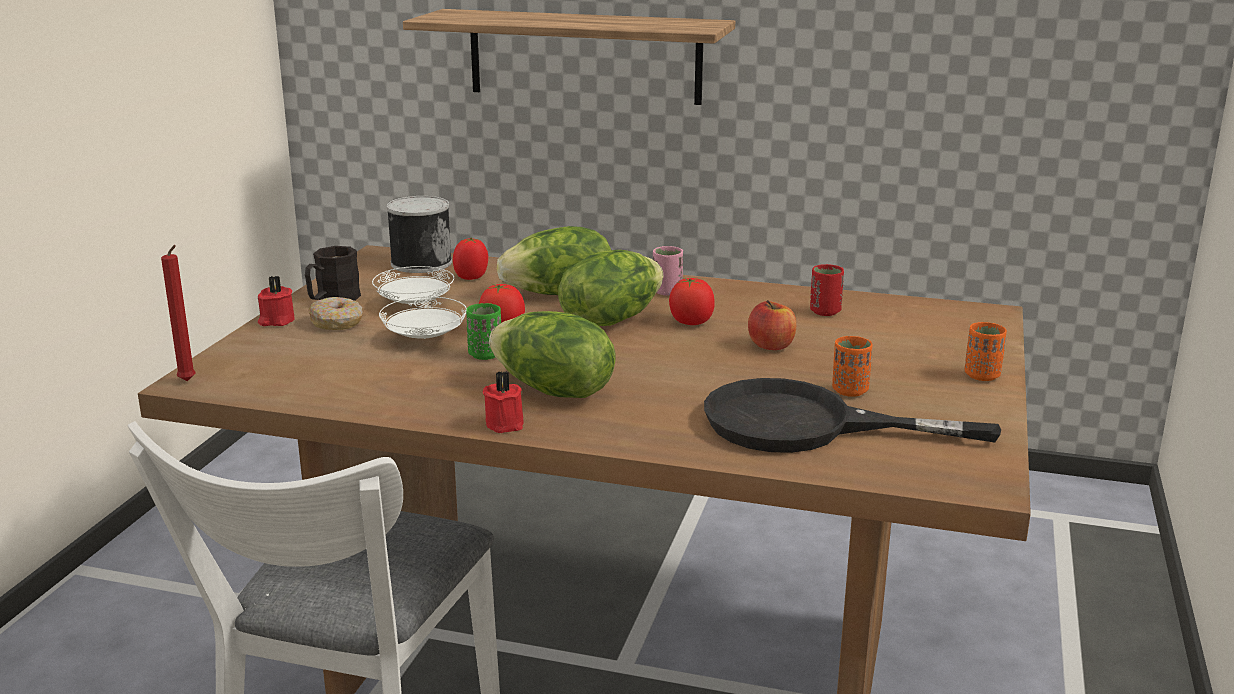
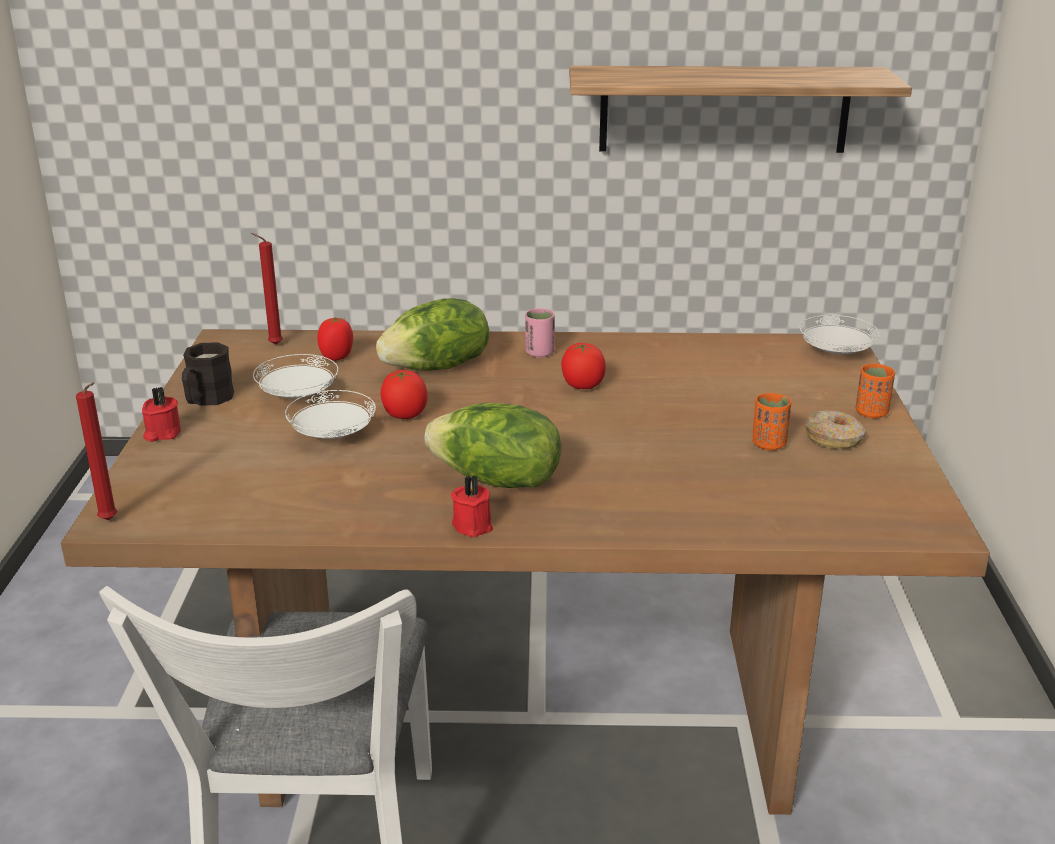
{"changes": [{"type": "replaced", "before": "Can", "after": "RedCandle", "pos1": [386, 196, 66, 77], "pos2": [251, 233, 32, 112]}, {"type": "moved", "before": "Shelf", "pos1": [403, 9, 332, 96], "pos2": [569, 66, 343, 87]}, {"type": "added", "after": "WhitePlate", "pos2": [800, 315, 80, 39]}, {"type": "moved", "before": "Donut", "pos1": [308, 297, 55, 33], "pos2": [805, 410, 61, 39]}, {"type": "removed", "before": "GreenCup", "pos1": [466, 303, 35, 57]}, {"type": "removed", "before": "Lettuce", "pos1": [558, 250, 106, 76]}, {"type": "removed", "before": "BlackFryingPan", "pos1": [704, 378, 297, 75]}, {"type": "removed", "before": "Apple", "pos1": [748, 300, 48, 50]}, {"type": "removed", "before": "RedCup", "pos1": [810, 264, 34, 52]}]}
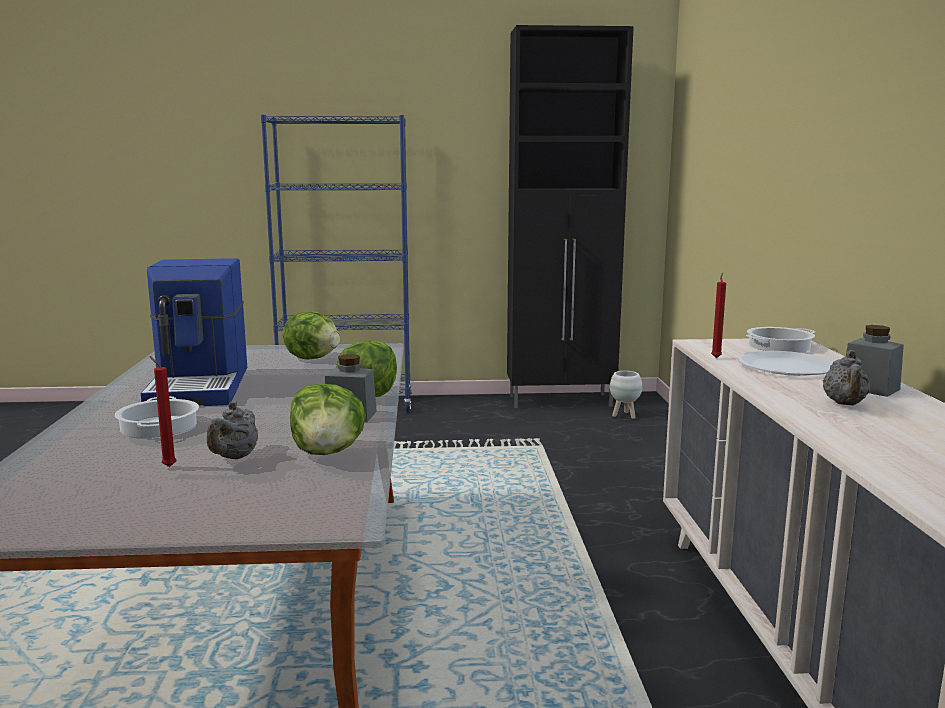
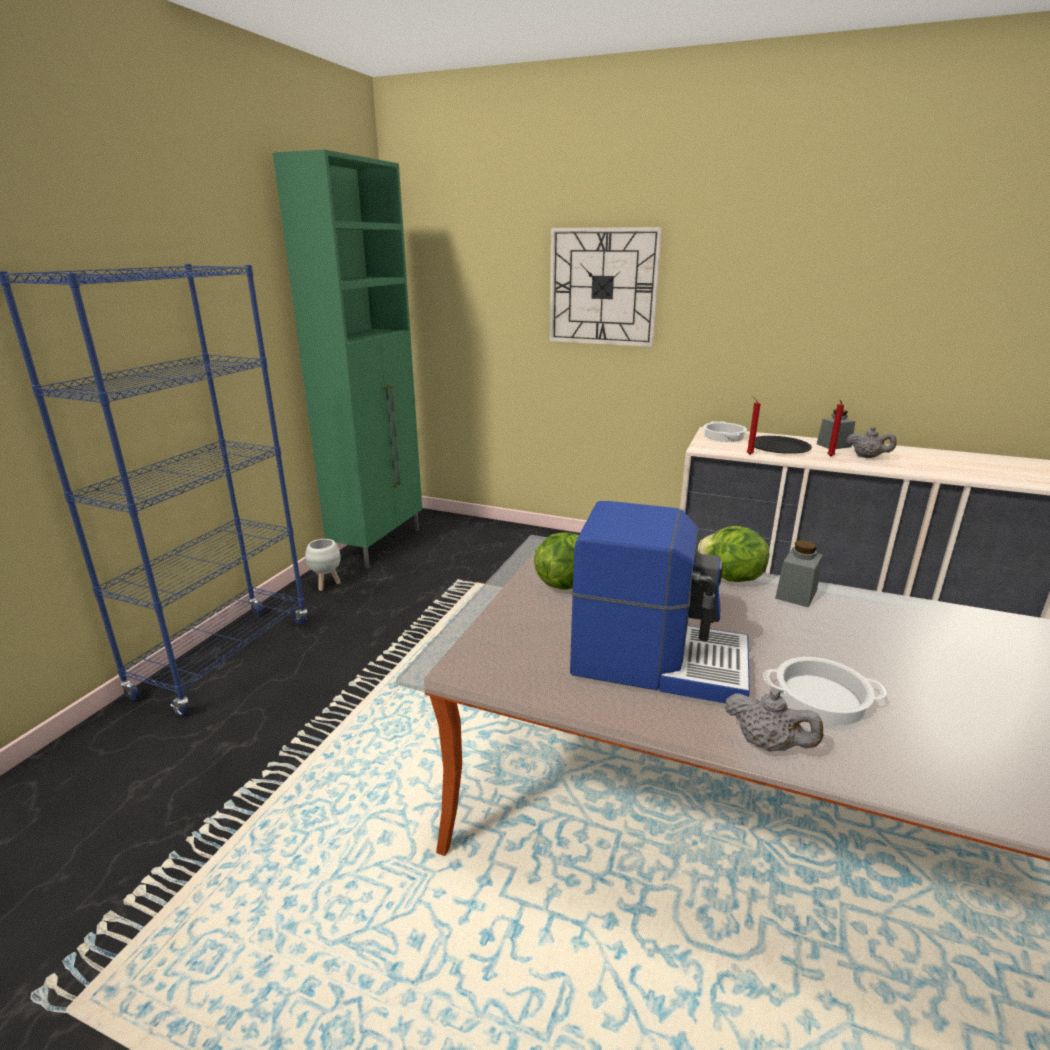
{"changes": [{"type": "recoloured", "before": "BlackCabinet", "after": "GreenCabinet", "pos1": [507, 25, 127, 383], "pos2": [273, 150, 149, 419]}, {"type": "moved", "before": "WhitePlanter", "pos1": [610, 371, 32, 48], "pos2": [305, 539, 36, 52]}, {"type": "added", "after": "WallClock", "pos2": [549, 227, 113, 120]}, {"type": "moved", "before": "GreyTeapot", "pos1": [207, 401, 51, 58], "pos2": [724, 688, 99, 64]}, {"type": "recoloured", "before": "WhitePlate", "after": "BlackPlate", "pos1": [738, 351, 96, 25], "pos2": [748, 436, 64, 18]}, {"type": "moved", "before": "RedCandle", "pos1": [149, 356, 27, 111], "pos2": [828, 400, 16, 57]}, {"type": "removed", "before": "Lettuce", "pos1": [290, 383, 76, 72]}]}
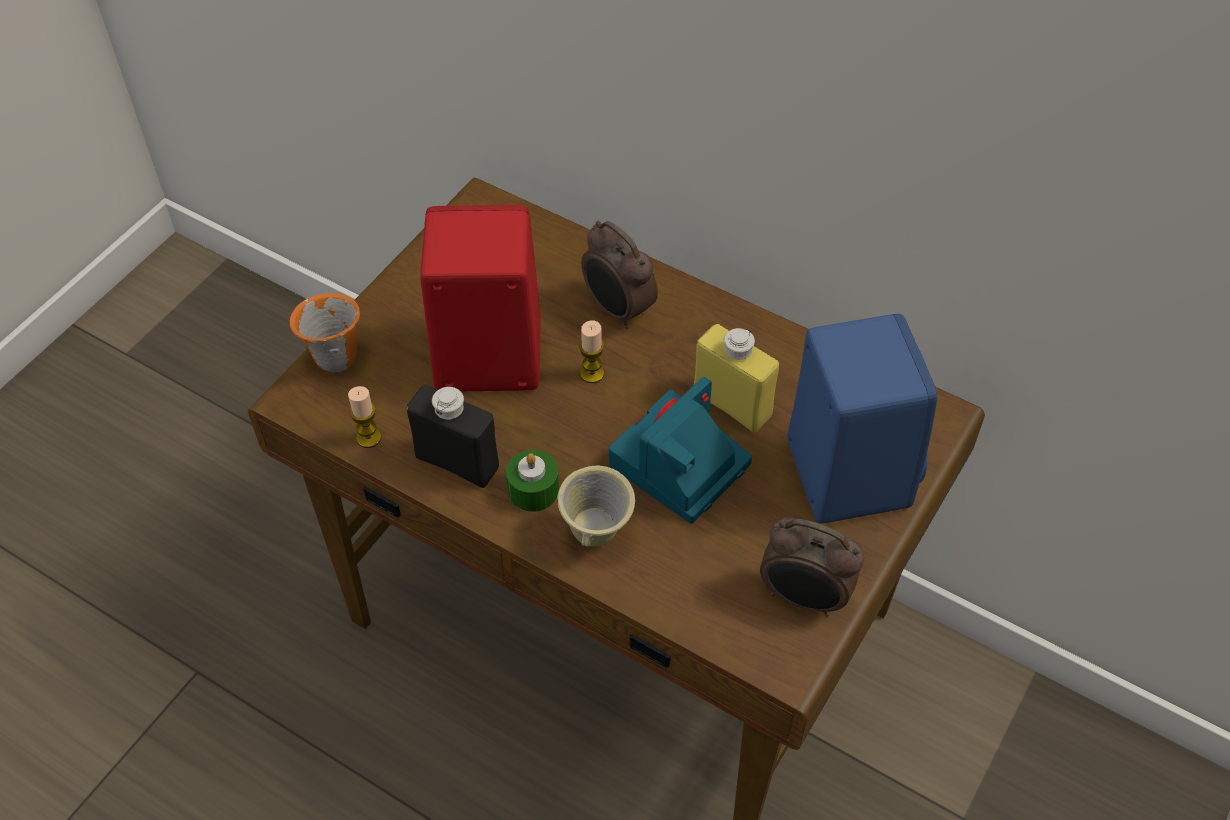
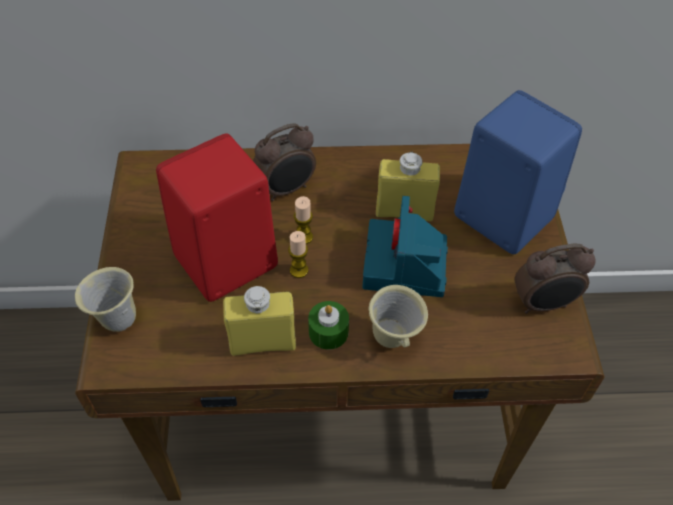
{"changes": [{"type": "recoloured", "before": "OrangeMug", "after": "BeigeMug", "pos1": [289, 293, 71, 80], "pos2": [75, 267, 61, 65]}, {"type": "recoloured", "before": "BlackBottle", "after": "YellowBottle", "pos1": [407, 385, 92, 103], "pos2": [223, 286, 73, 70]}, {"type": "turned", "before": "AlarmClock", "pos1": [581, 221, 77, 108], "pos2": [253, 123, 63, 78], "turn": -45}, {"type": "moved", "before": "Candle", "pos1": [348, 386, 33, 62], "pos2": [288, 231, 20, 47]}]}
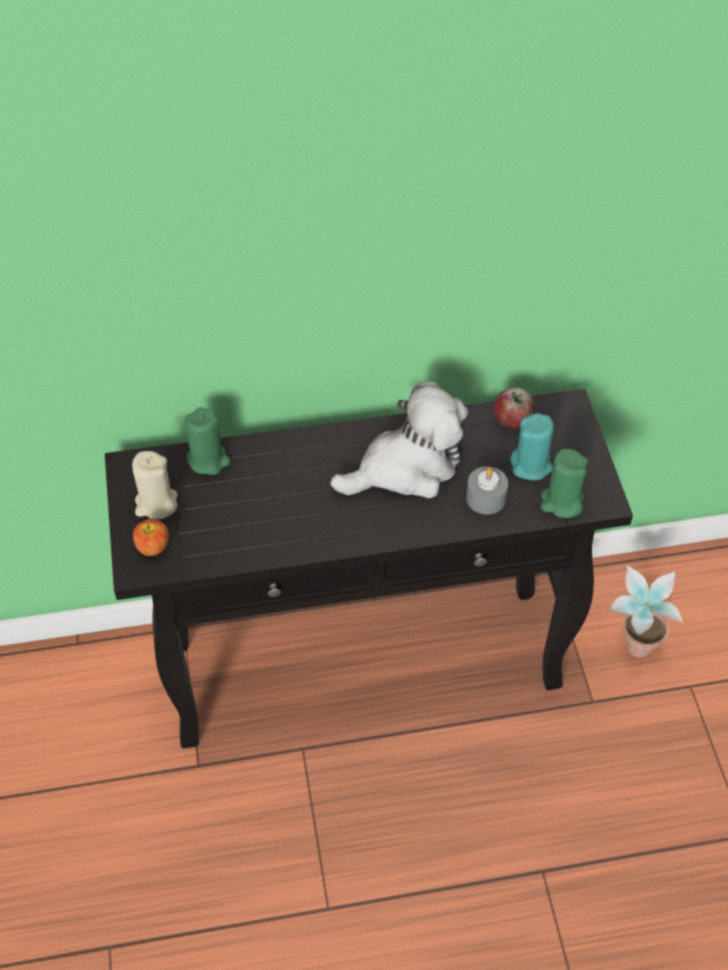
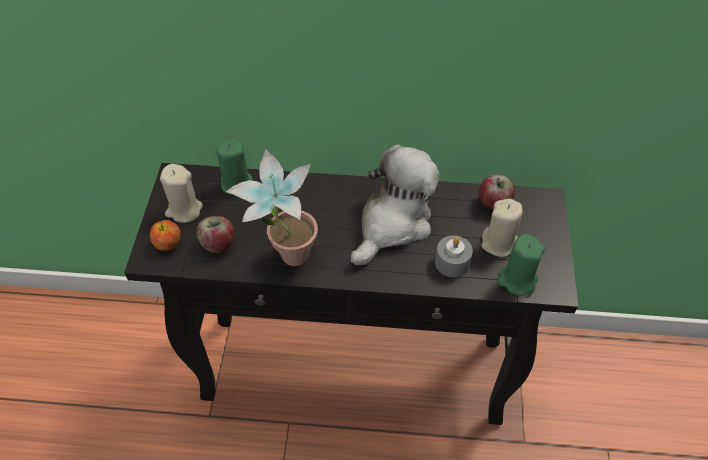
{"changes": [{"type": "added", "after": "Apple", "pos2": [196, 216, 38, 37]}, {"type": "moved", "before": "PottedPlant", "pos1": [610, 566, 73, 91], "pos2": [225, 149, 93, 117]}, {"type": "turned", "before": "PlushToy", "pos1": [330, 381, 138, 117], "pos2": [351, 144, 88, 121], "turn": -45}, {"type": "recoloured", "before": "TurquoiseCandle", "after": "BeigeCandle", "pos1": [510, 413, 44, 67], "pos2": [481, 199, 42, 58]}]}
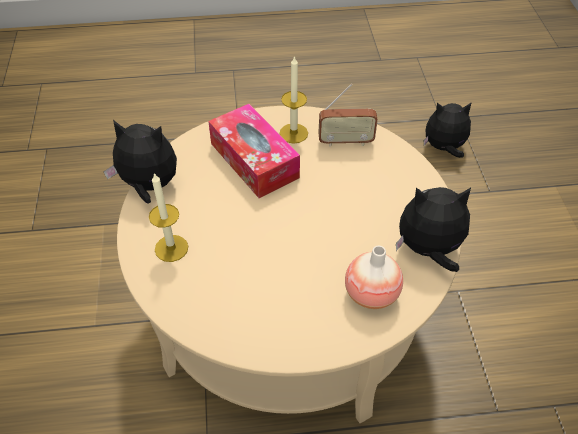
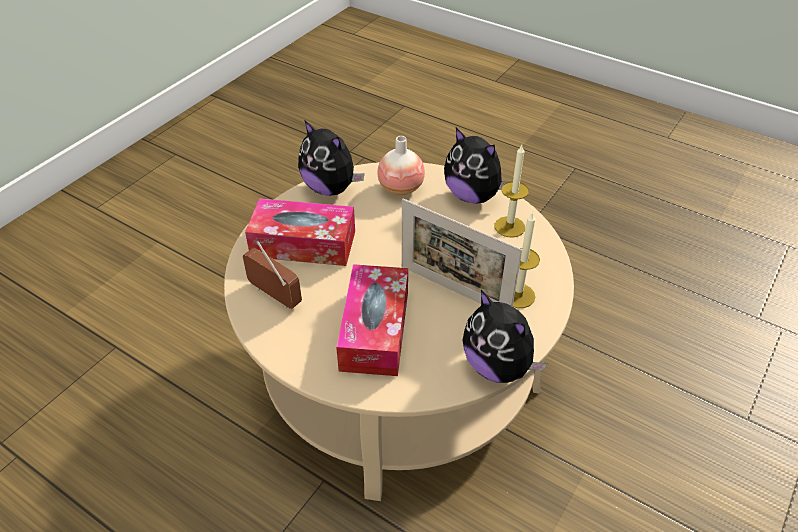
{"changes": [{"type": "added", "after": "TissueBox", "pos2": [245, 198, 110, 68]}, {"type": "added", "after": "PictureFrame", "pos2": [402, 199, 120, 108]}, {"type": "moved", "before": "PlushToy", "pos1": [424, 102, 48, 56], "pos2": [444, 128, 67, 76]}, {"type": "moved", "before": "Candle", "pos1": [280, 56, 28, 88], "pos2": [495, 145, 34, 93]}]}
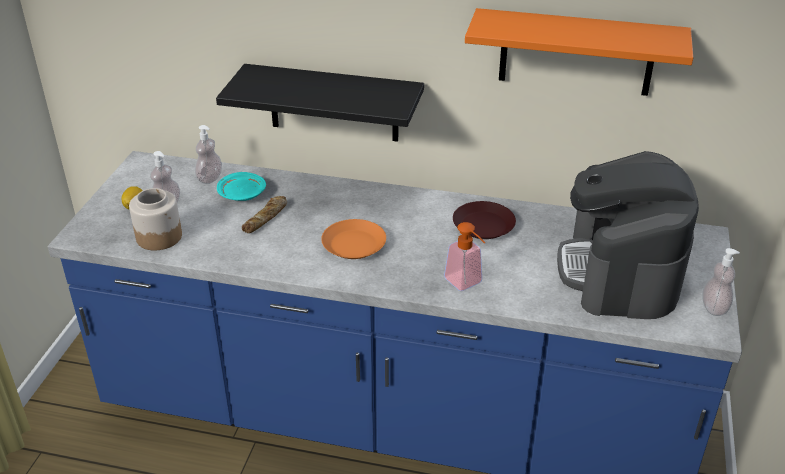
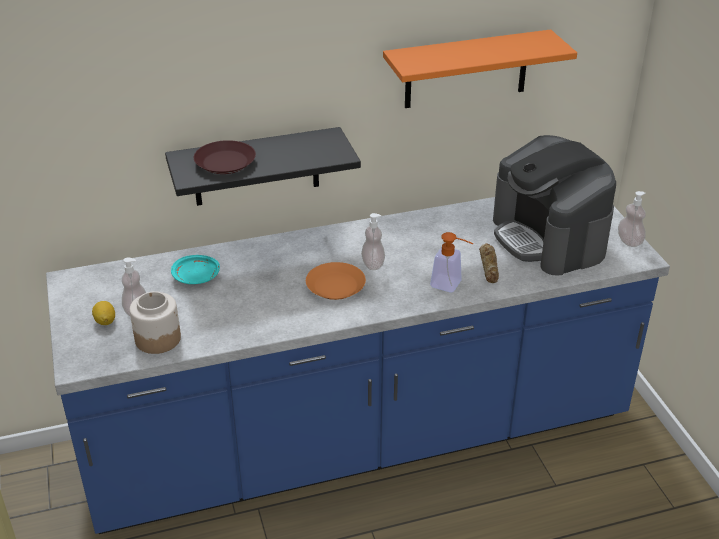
{"changes": [{"type": "moved", "before": "BrownPlate", "pos1": [453, 201, 63, 38], "pos2": [194, 140, 62, 34]}, {"type": "moved", "before": "SoapDispenser", "pos1": [195, 125, 27, 59], "pos2": [361, 213, 24, 57]}, {"type": "moved", "before": "Bread", "pos1": [242, 196, 45, 37], "pos2": [479, 243, 20, 40]}]}
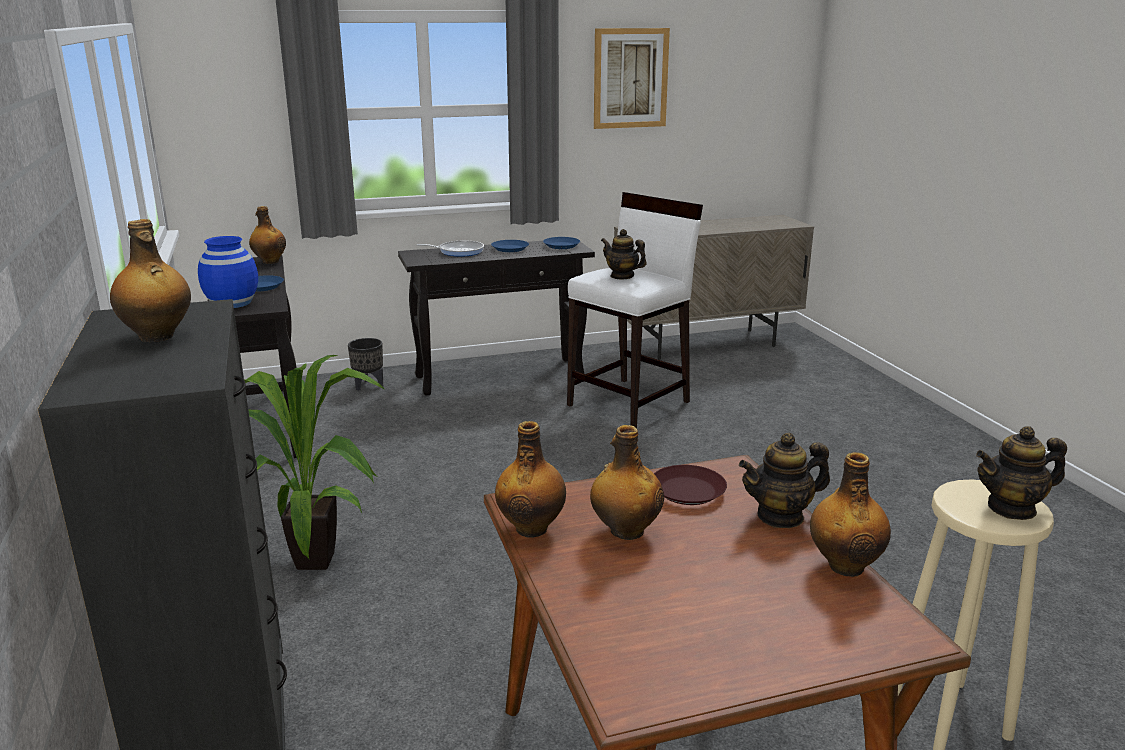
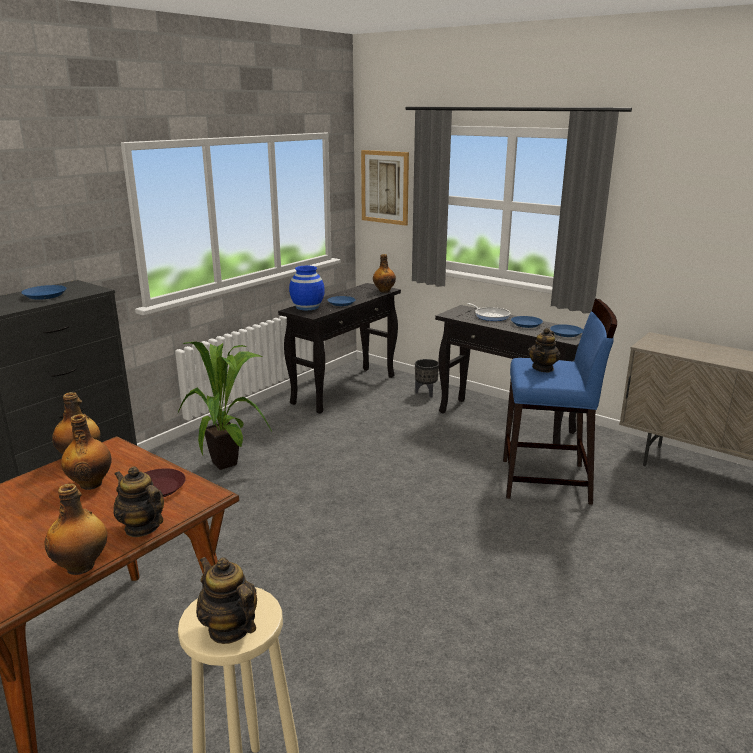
{"changes": [{"type": "replaced", "before": "Bottle", "after": "BluePlate", "pos1": [110, 219, 81, 123], "pos2": [21, 285, 46, 15]}, {"type": "moved", "before": "Picture", "pos1": [594, 28, 76, 101], "pos2": [361, 150, 48, 76]}, {"type": "recoloured", "before": "WhiteStool", "after": "BlueStool", "pos1": [567, 192, 136, 236], "pos2": [503, 298, 114, 207]}, {"type": "turned", "before": "Teapot", "pos1": [601, 229, 46, 50], "pos2": [528, 328, 32, 44], "turn": -150}]}
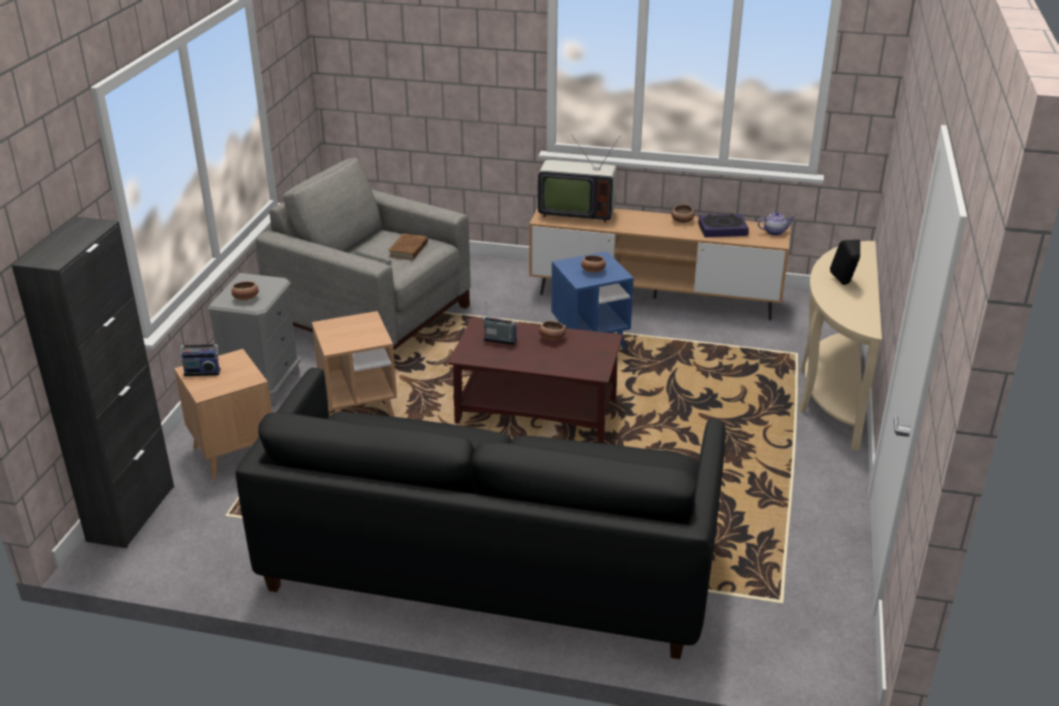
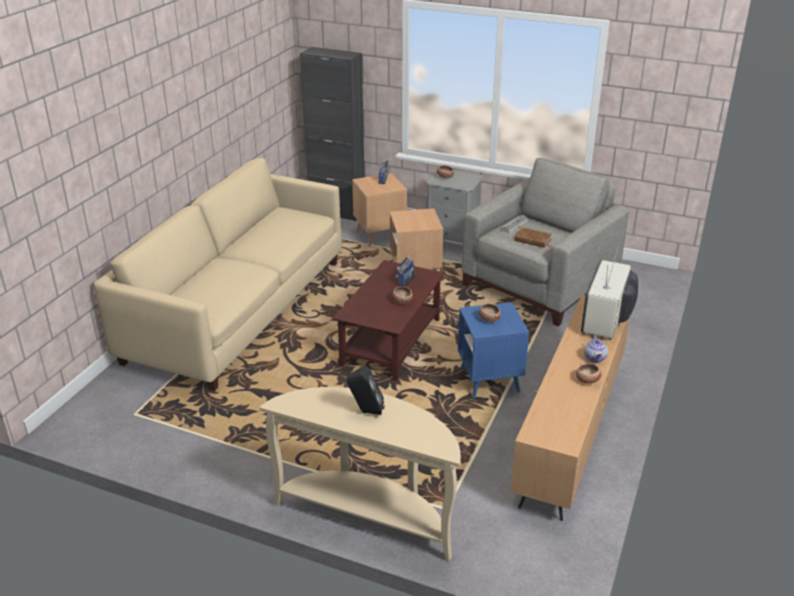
{"changes": [{"type": "recoloured", "before": "BlackSofa", "after": "BeigeSofa", "pos1": [235, 368, 491, 291], "pos2": [94, 158, 248, 233]}, {"type": "moved", "before": "Teapot", "pos1": [758, 212, 36, 24], "pos2": [584, 335, 24, 28]}, {"type": "removed", "before": "Book", "pos1": [698, 213, 51, 24]}]}
